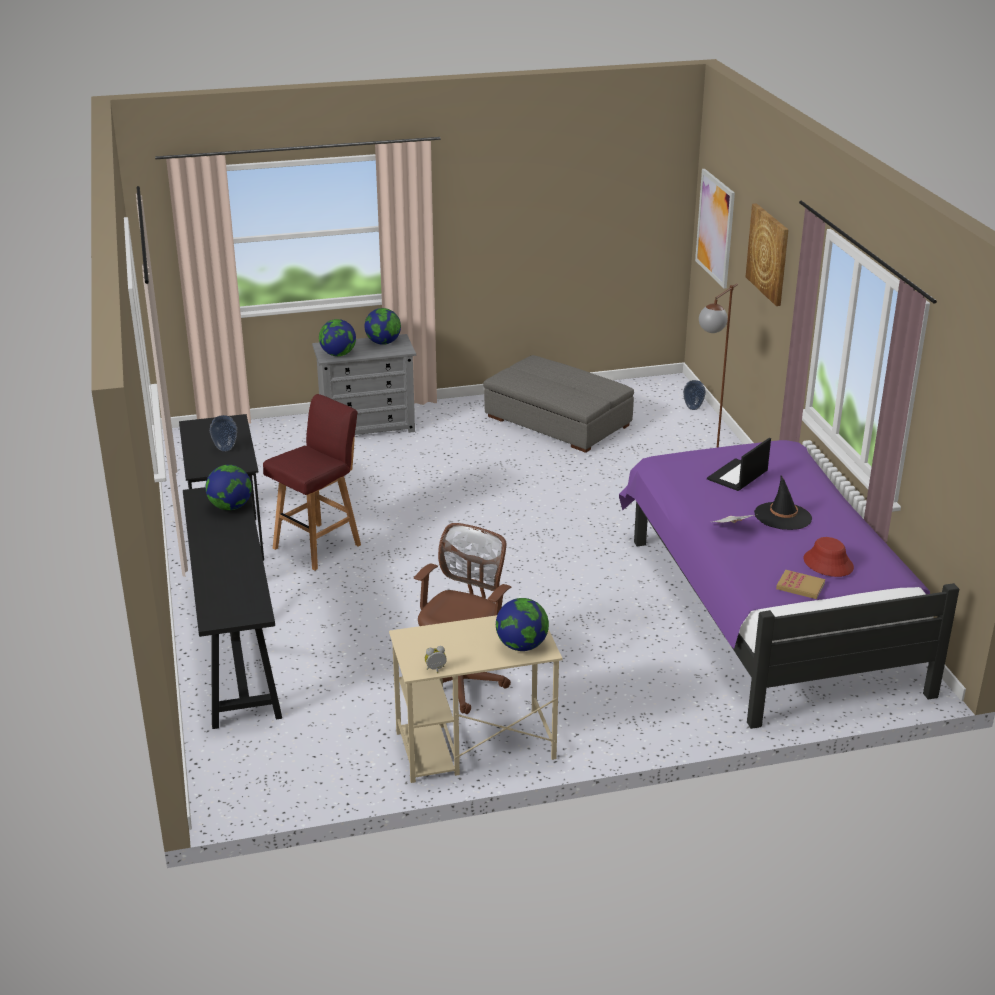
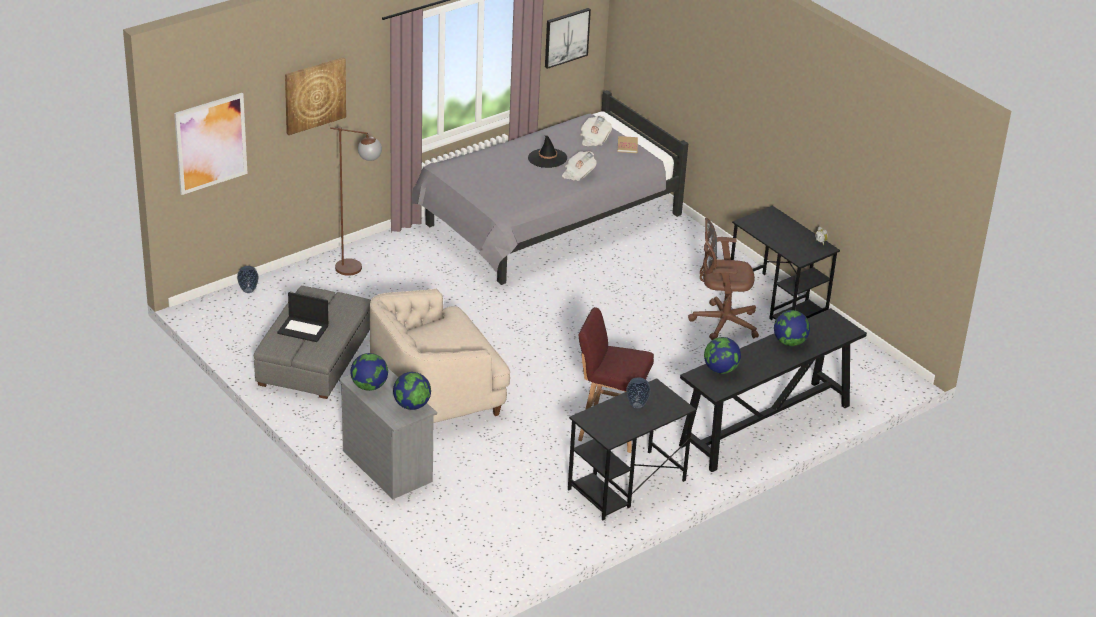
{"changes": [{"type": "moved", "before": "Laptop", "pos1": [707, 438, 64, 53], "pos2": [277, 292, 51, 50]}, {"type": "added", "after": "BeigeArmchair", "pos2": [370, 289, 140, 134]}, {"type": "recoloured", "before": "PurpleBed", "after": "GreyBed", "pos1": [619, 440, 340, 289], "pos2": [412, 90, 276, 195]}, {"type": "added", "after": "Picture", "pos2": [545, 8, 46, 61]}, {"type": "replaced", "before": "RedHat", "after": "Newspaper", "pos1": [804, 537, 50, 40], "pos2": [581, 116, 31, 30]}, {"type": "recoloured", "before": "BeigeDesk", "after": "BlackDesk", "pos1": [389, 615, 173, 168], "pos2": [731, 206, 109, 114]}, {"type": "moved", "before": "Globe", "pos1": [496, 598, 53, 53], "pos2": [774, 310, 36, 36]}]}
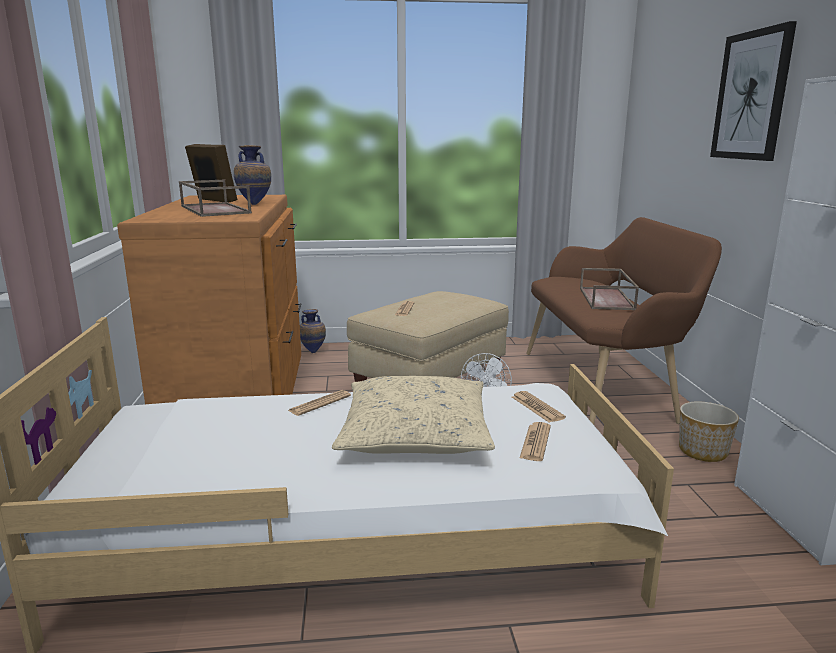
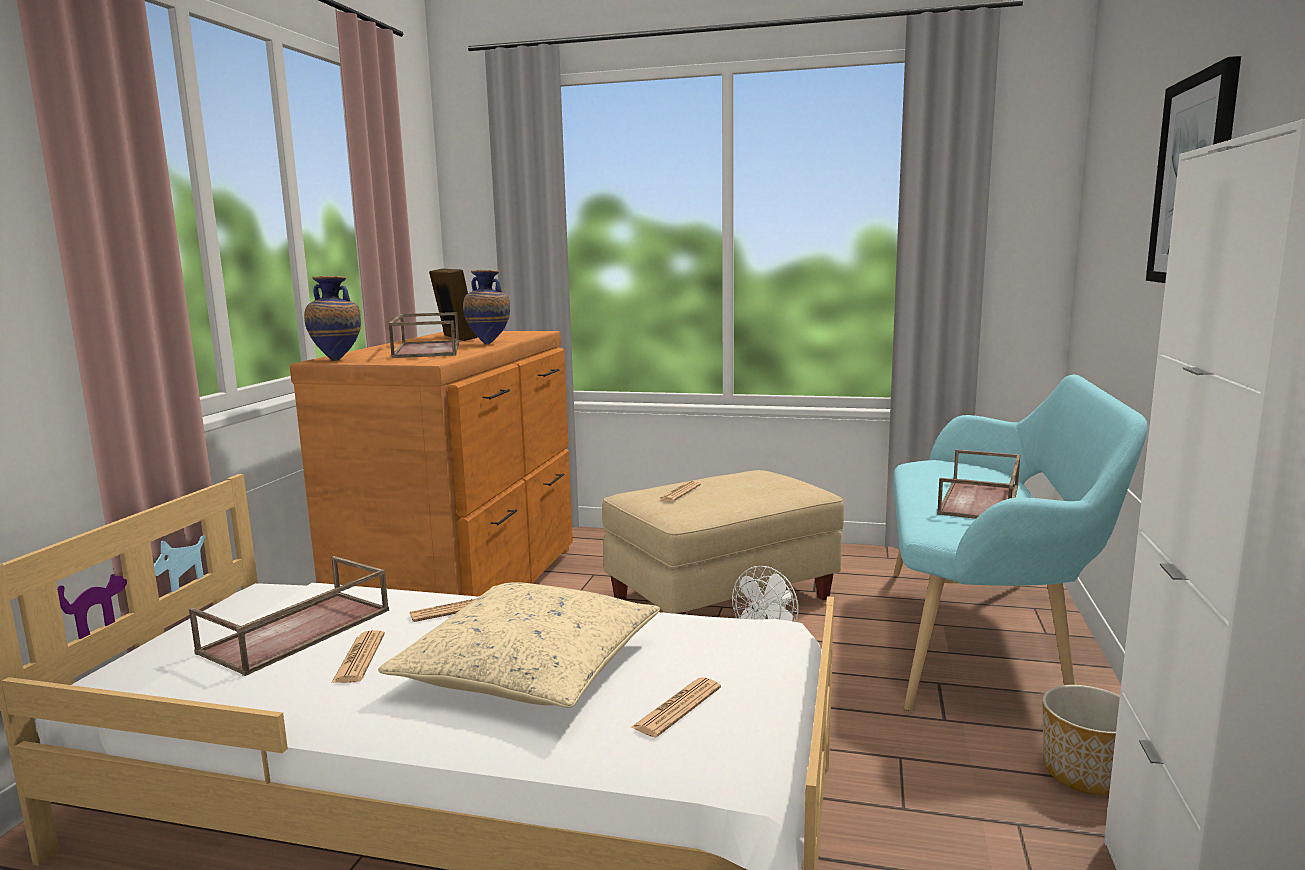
{"changes": [{"type": "added", "after": "BrownTray", "pos2": [189, 556, 200, 120]}, {"type": "moved", "before": "Vase", "pos1": [300, 309, 26, 44], "pos2": [304, 276, 57, 85]}, {"type": "moved", "before": "Newspaper", "pos1": [512, 391, 54, 31], "pos2": [331, 630, 54, 53]}, {"type": "recoloured", "before": "BrownBench", "after": "TurquoiseBench", "pos1": [526, 217, 196, 208], "pos2": [893, 375, 255, 336]}]}
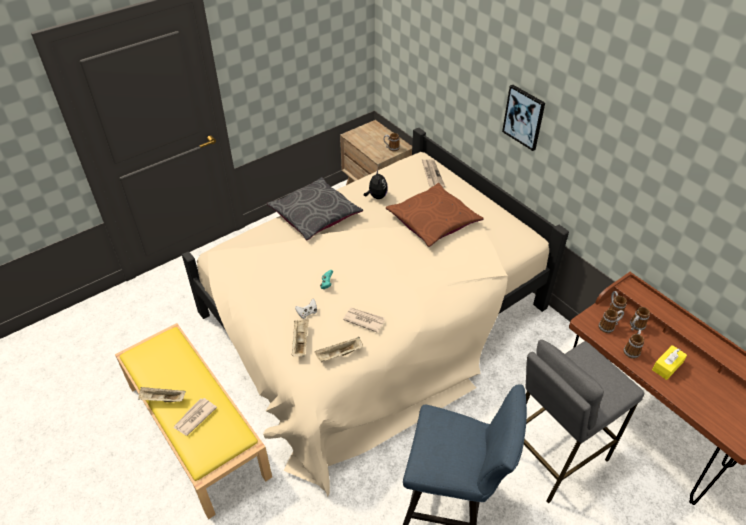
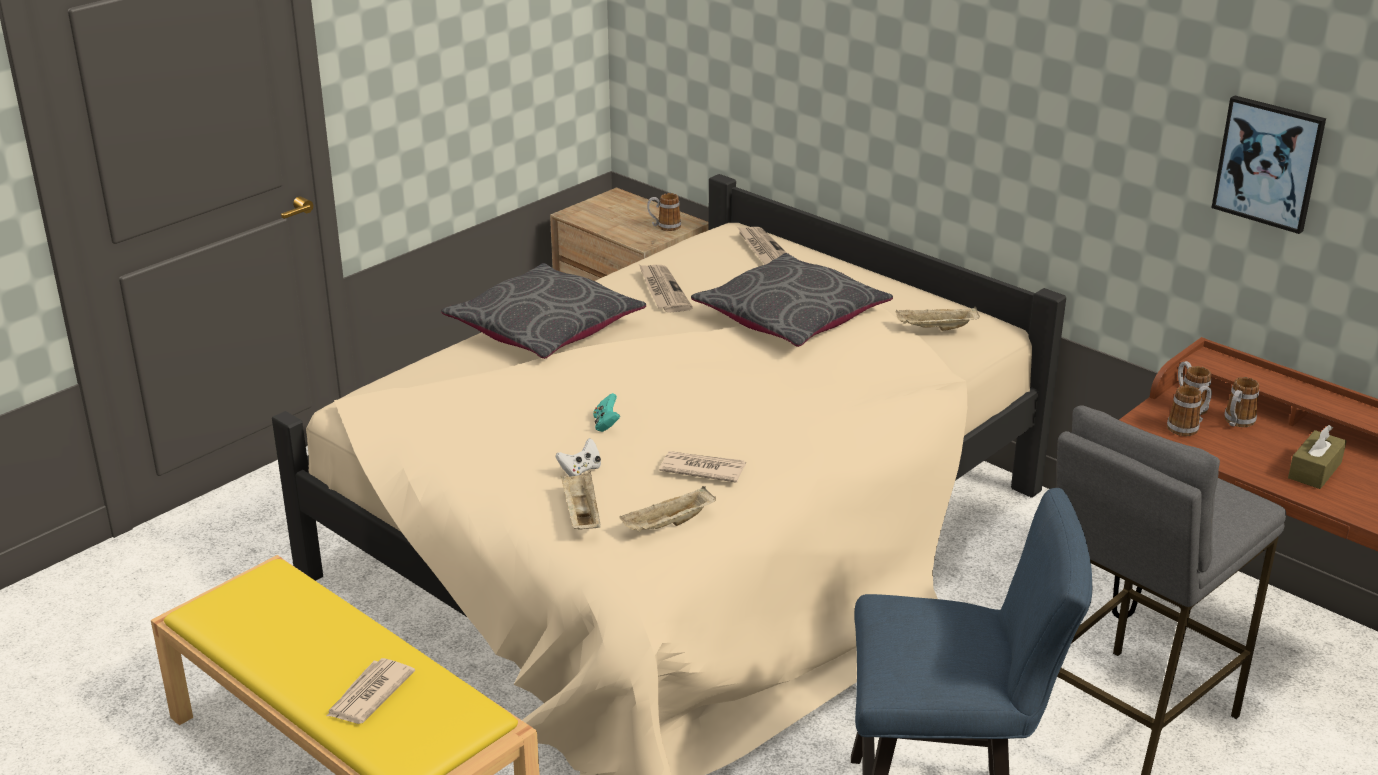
{"changes": [{"type": "replaced", "before": "PlushToy", "after": "Newspaper", "pos1": [364, 170, 24, 29], "pos2": [639, 265, 54, 47]}, {"type": "recoloured", "before": "BrownPillow", "after": "GreyPillow", "pos1": [386, 183, 98, 64], "pos2": [691, 253, 202, 94]}, {"type": "moved", "before": "BeigeTray", "pos1": [138, 387, 48, 15], "pos2": [896, 307, 84, 24]}, {"type": "moved", "before": "Picture", "pos1": [502, 85, 43, 66], "pos2": [1211, 95, 115, 139]}, {"type": "recoloured", "before": "YellowTissueBox", "after": "BrownTissueBox", "pos1": [652, 345, 35, 35], "pos2": [1288, 425, 59, 64]}, {"type": "removed", "before": "Mug", "pos1": [624, 330, 20, 29]}]}
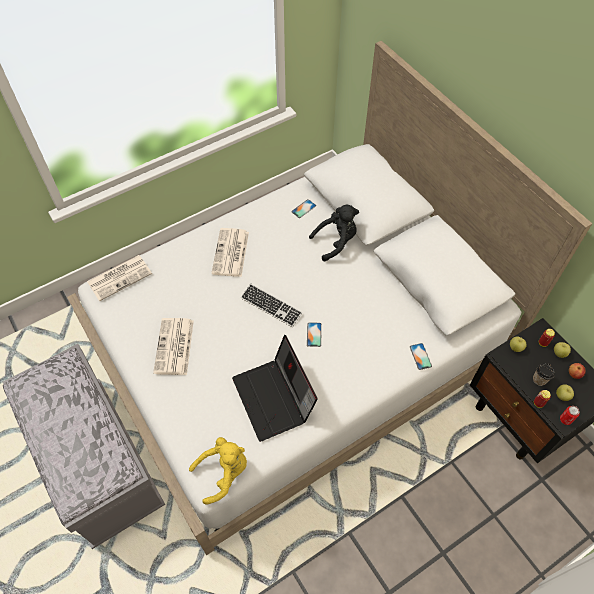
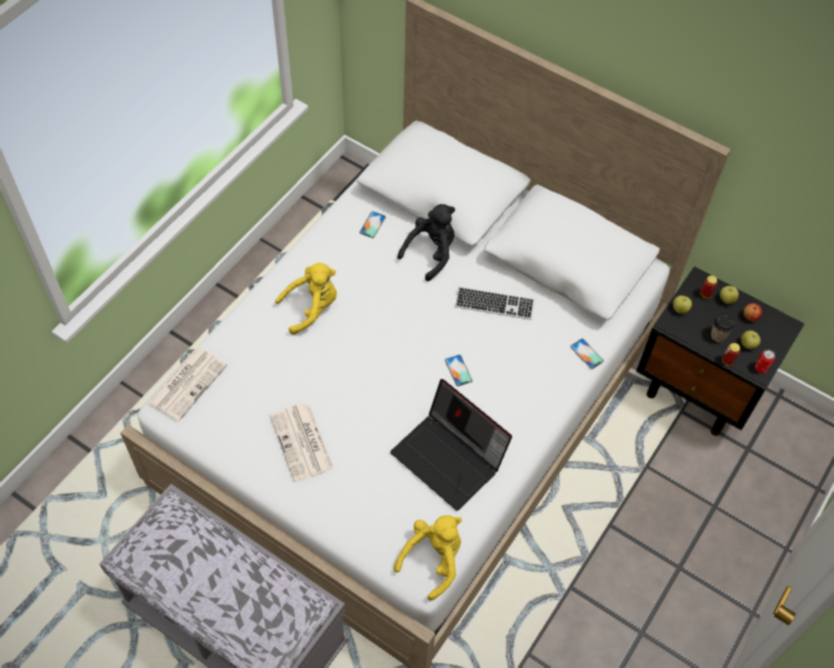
{"changes": [{"type": "replaced", "before": "Newspaper", "after": "YellowPlushToy", "pos1": [211, 228, 38, 49], "pos2": [275, 263, 62, 72]}, {"type": "moved", "before": "Keyboard", "pos1": [241, 284, 61, 43], "pos2": [455, 286, 80, 34]}]}
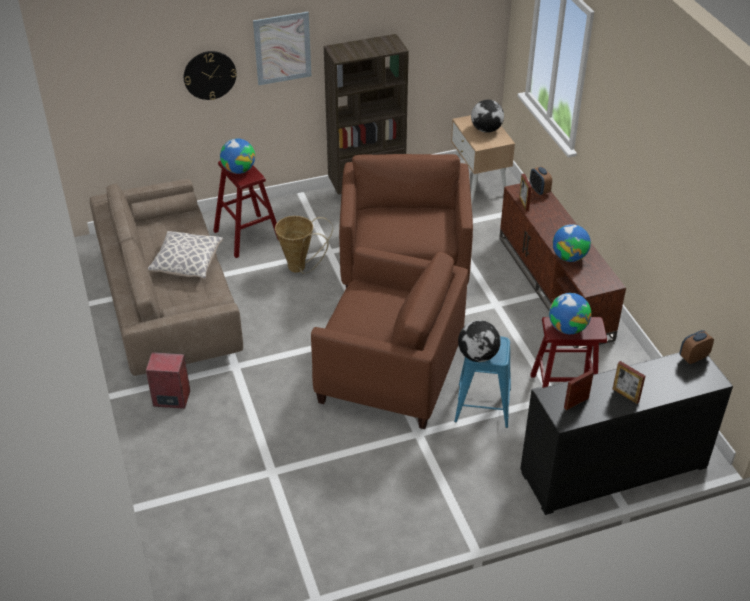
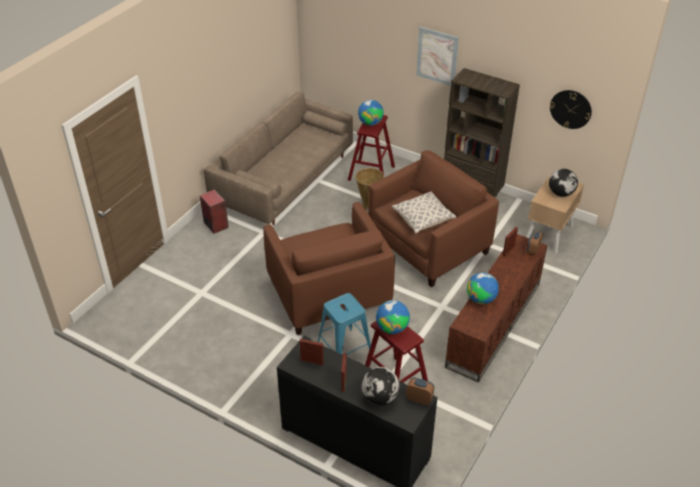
{"changes": [{"type": "moved", "before": "Globe", "pos1": [458, 320, 43, 42], "pos2": [361, 367, 38, 38]}, {"type": "moved", "before": "Pillow", "pos1": [148, 231, 75, 48], "pos2": [392, 192, 64, 42]}, {"type": "moved", "before": "WallClock", "pos1": [184, 51, 53, 49], "pos2": [550, 90, 42, 39]}]}
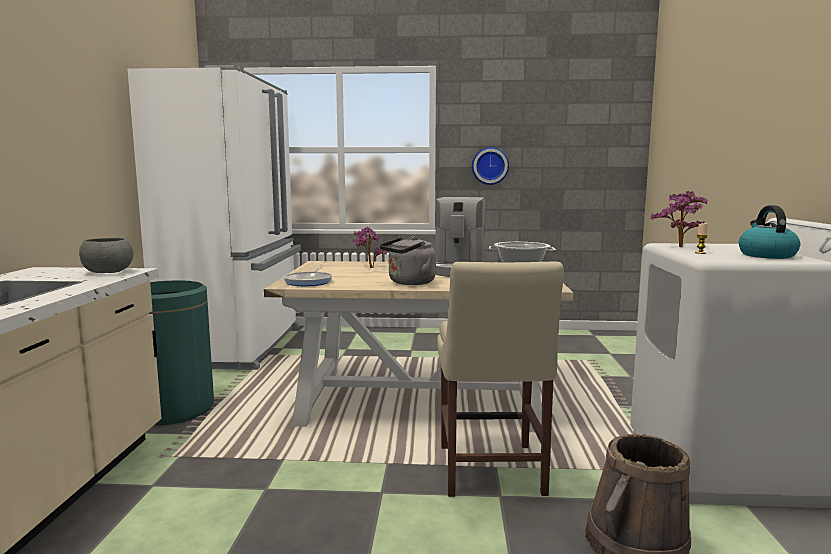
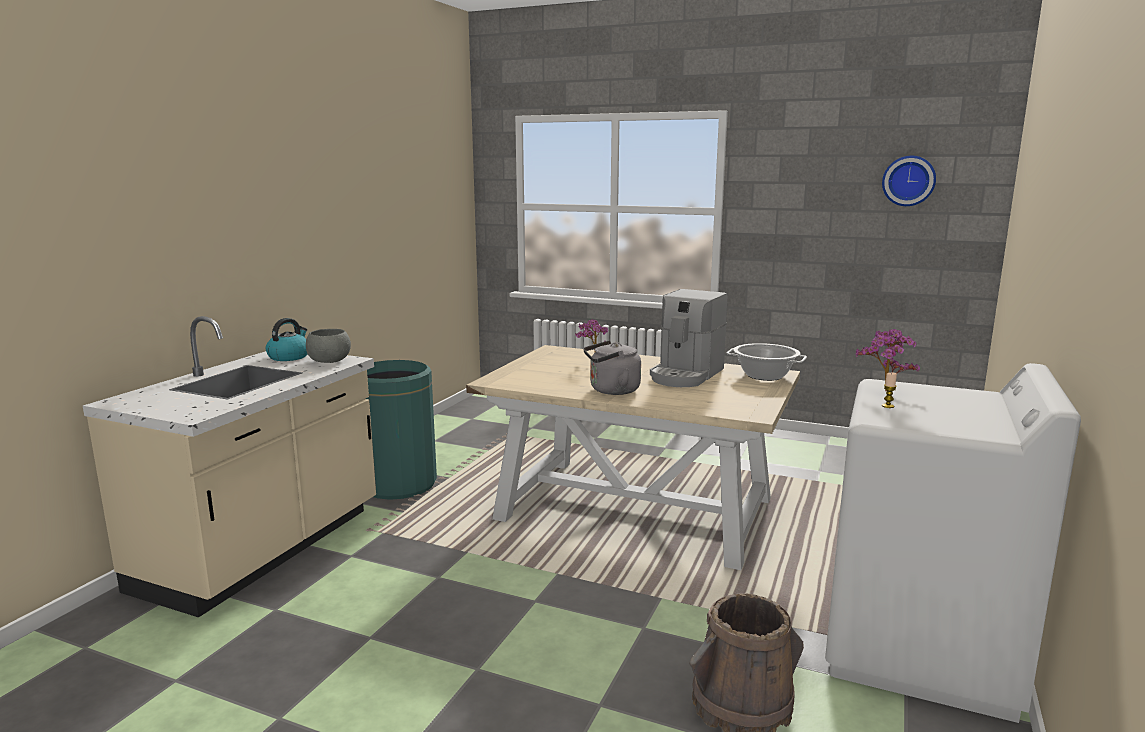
{"changes": [{"type": "moved", "before": "Kettle", "pos1": [739, 205, 61, 54], "pos2": [266, 318, 41, 43]}, {"type": "moved", "before": "WallClock", "pos1": [472, 147, 37, 38], "pos2": [882, 156, 54, 50]}, {"type": "removed", "before": "WhiteFridge", "pos1": [127, 65, 174, 305]}, {"type": "removed", "before": "FryingPan", "pos1": [283, 266, 50, 20]}, {"type": "removed", "before": "BeigeChair", "pos1": [437, 262, 127, 235]}]}
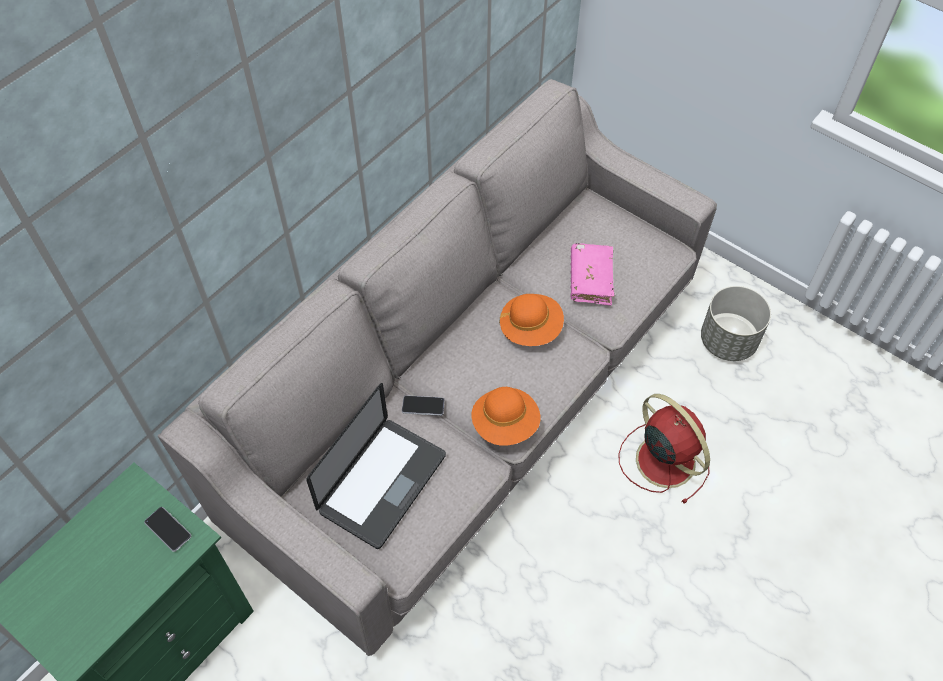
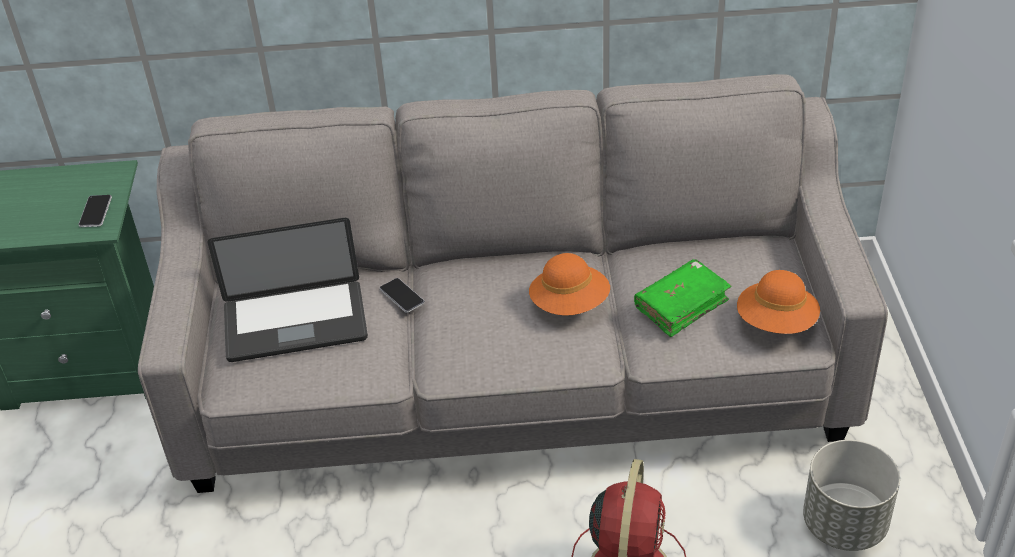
{"changes": [{"type": "recoloured", "before": "PinkBook", "after": "GreenBook", "pos1": [570, 243, 44, 63], "pos2": [634, 259, 97, 78]}, {"type": "moved", "before": "OrangeHat", "pos1": [471, 387, 69, 59], "pos2": [737, 270, 83, 64]}]}
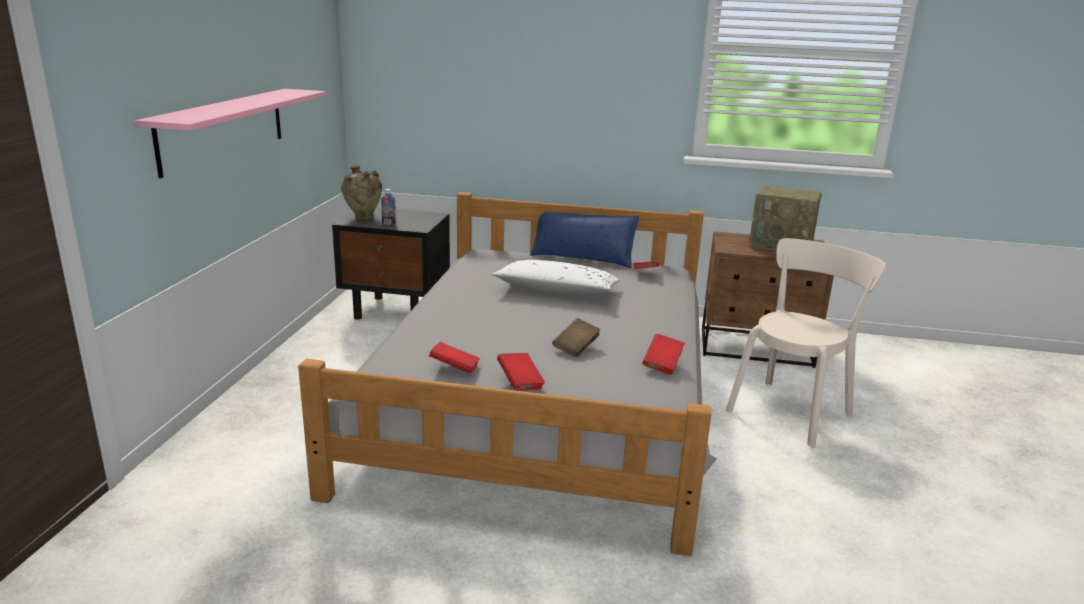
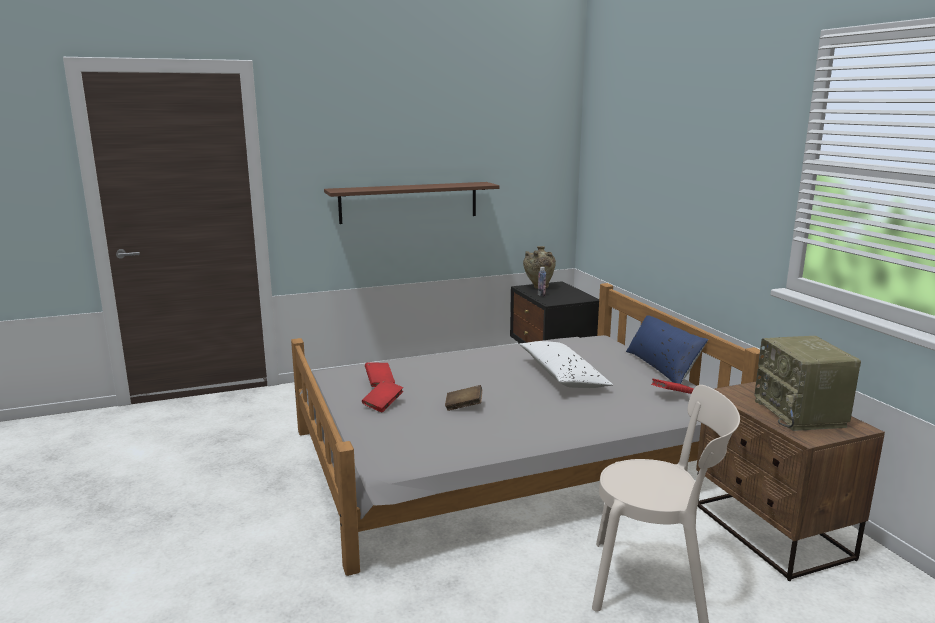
{"changes": [{"type": "recoloured", "before": "PinkShelf", "after": "BrownShelf", "pos1": [134, 89, 192, 89], "pos2": [324, 182, 175, 42]}, {"type": "removed", "before": "RedBook", "pos1": [642, 334, 43, 41]}]}
